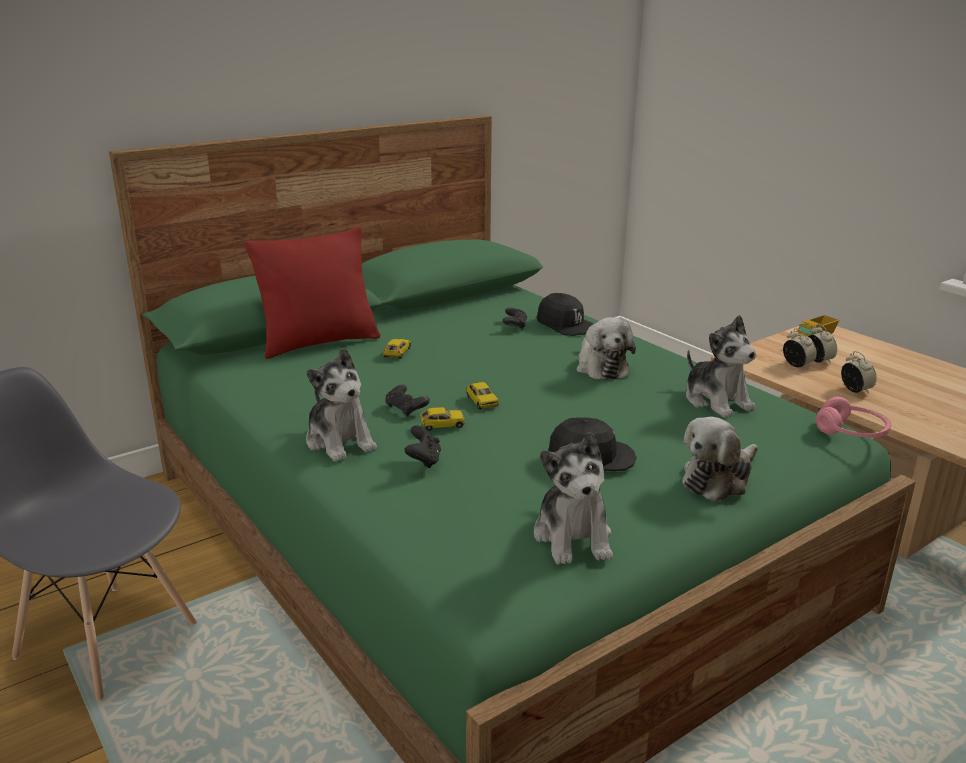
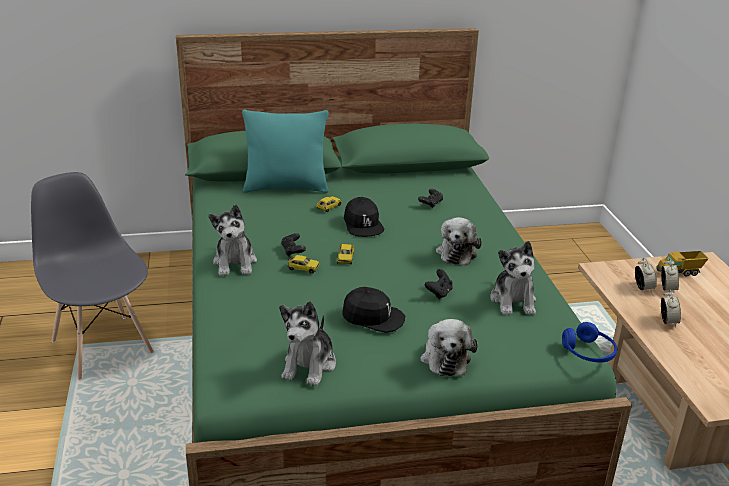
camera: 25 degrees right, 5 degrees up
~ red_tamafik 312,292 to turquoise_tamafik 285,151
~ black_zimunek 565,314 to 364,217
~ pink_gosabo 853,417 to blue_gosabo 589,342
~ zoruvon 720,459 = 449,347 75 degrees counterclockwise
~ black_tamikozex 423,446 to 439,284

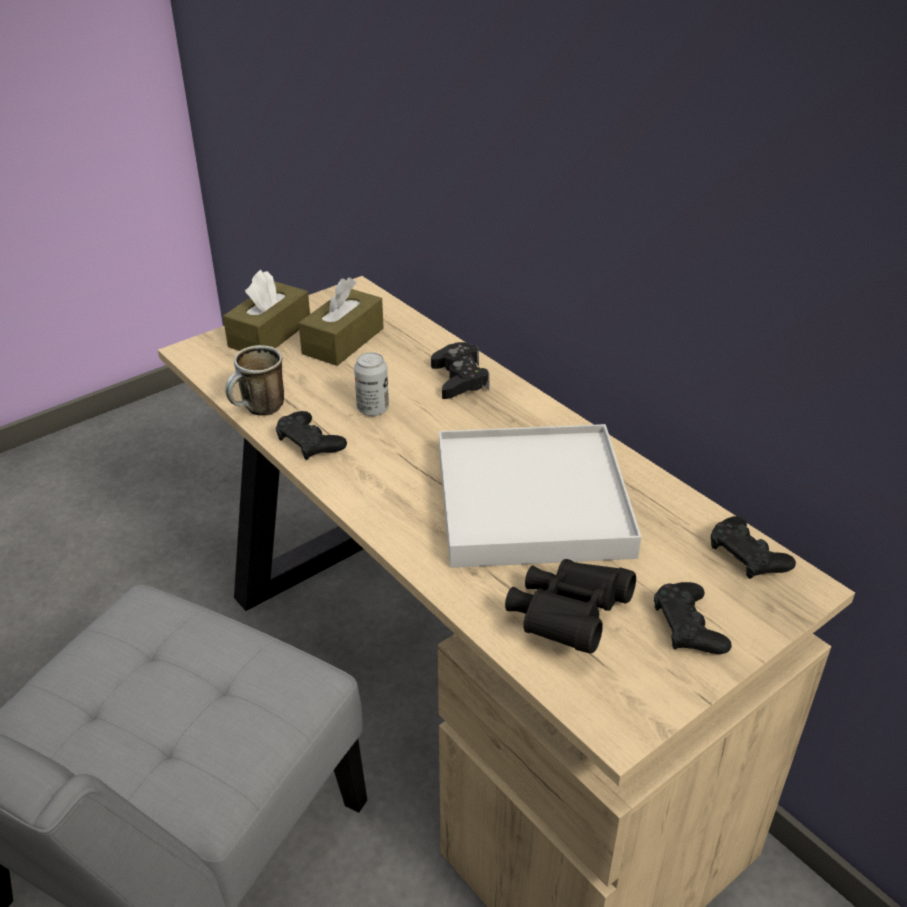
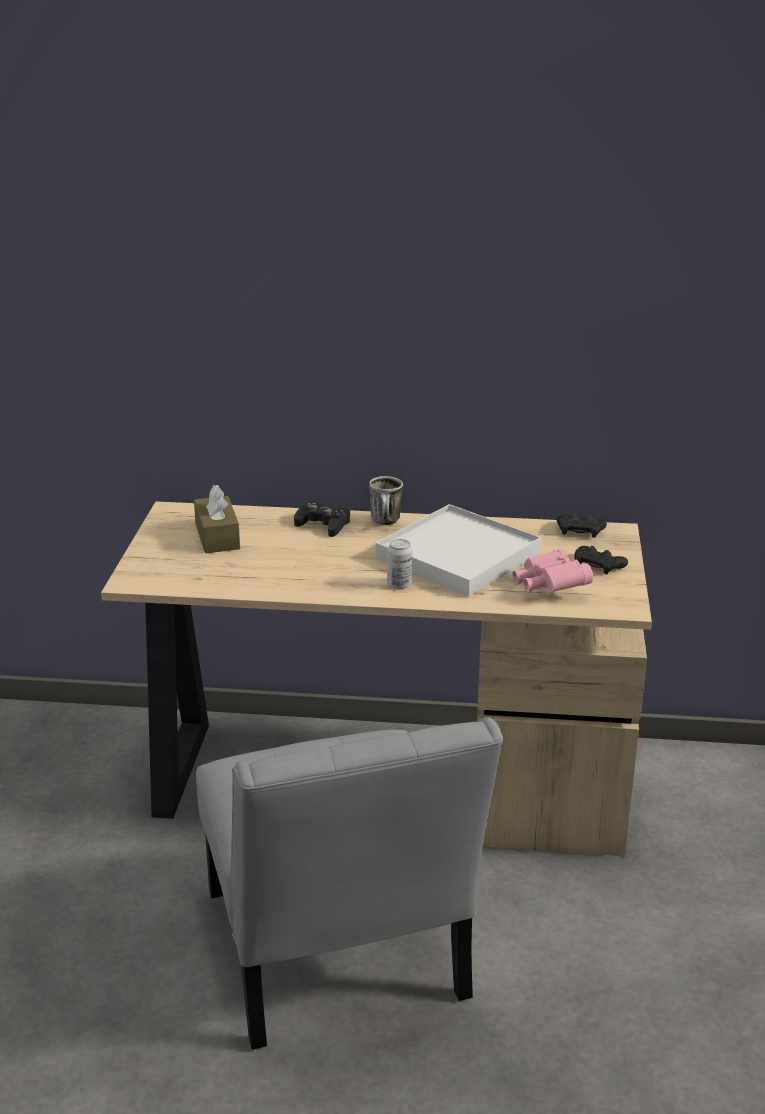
camera: 45 degrees left, 10 degrees down
- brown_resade 266,310
~ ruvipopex 254,380 to 386,500
~ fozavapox 371,384 to 400,564
- black_tamikozex 311,435
~ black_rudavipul 570,606 to pink_rudavipul 552,571

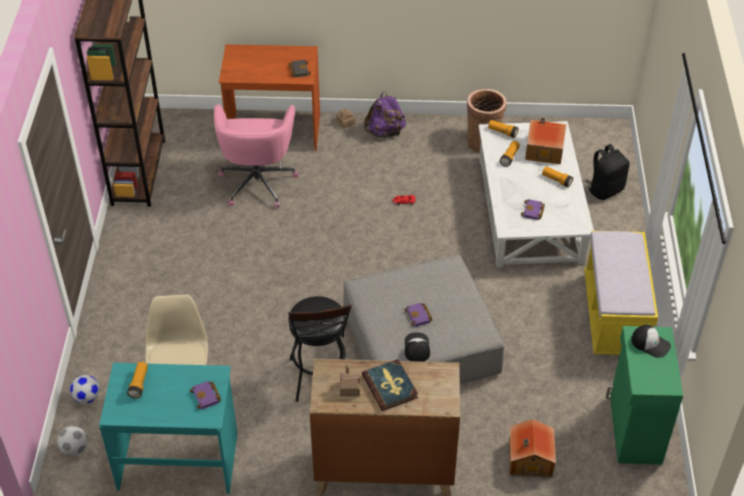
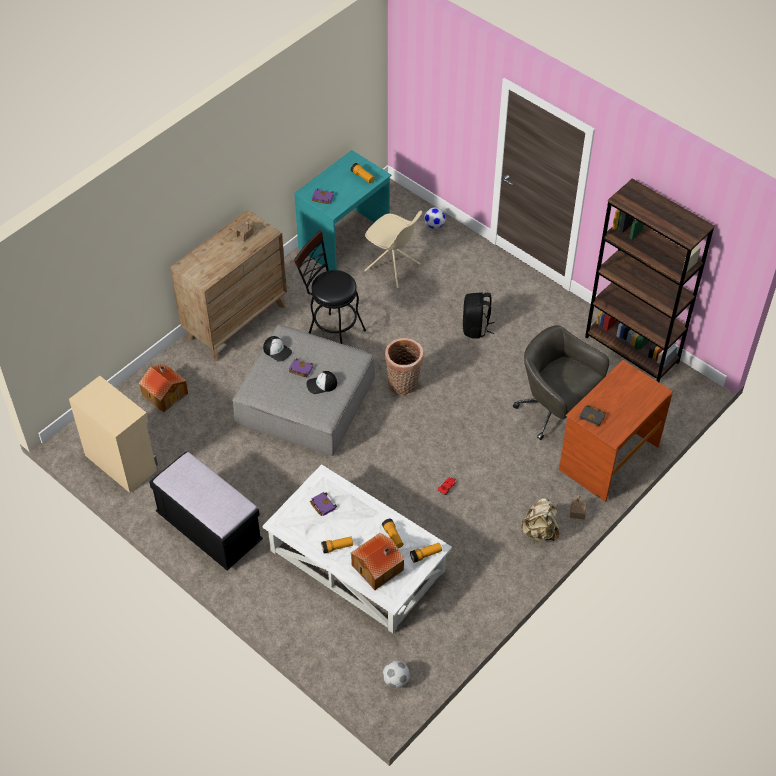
camera: 130 degrees right, 5 degrees up
~ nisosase 487,121 to 404,366
~ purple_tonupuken 385,114 to beige_tonupuken 540,519
~ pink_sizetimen 256,156 to grey_sizetimen 561,382
~ black_tonupuken 608,172 to 479,315
~ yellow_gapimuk 621,293 to black_gapimuk 206,511
~ zimunek 651,341 to 321,382
~ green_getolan 644,395 to beige_getolan 113,434
- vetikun 390,385
~ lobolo 72,441 to 396,674

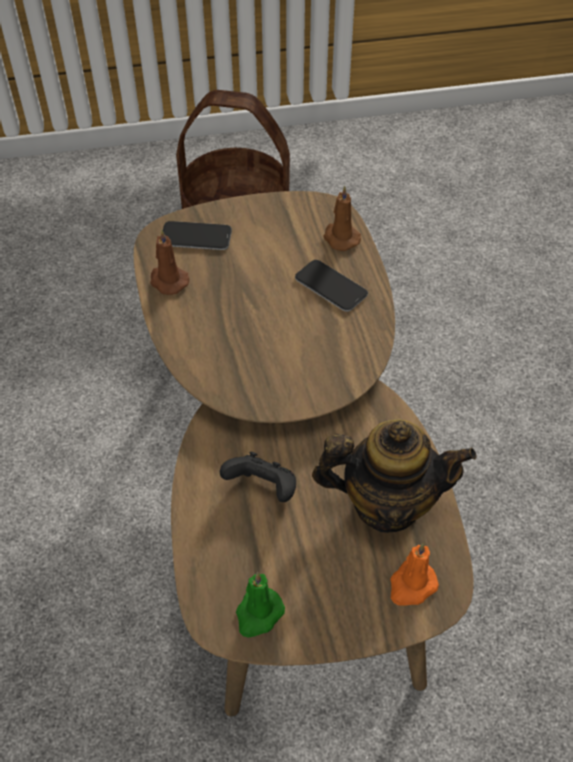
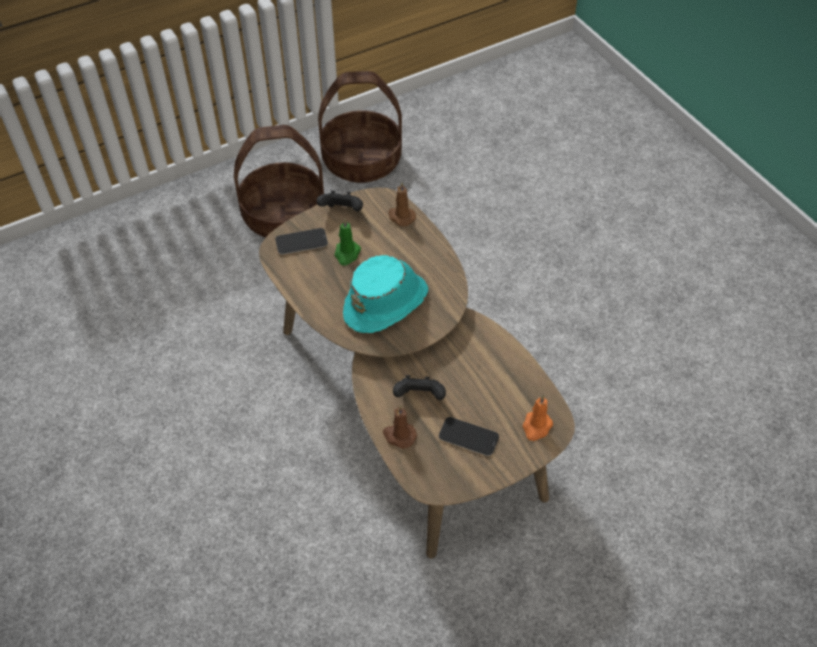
camera: 20 degrees left, 0 degrees up
~ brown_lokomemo 169,262 to 400,427
~ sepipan 331,286 to 469,436
- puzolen 394,476
~ green_lokomemo 260,605 to 348,241
+ nisosase 360,127
+ black_tamikozex 340,201
+ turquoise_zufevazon 386,294

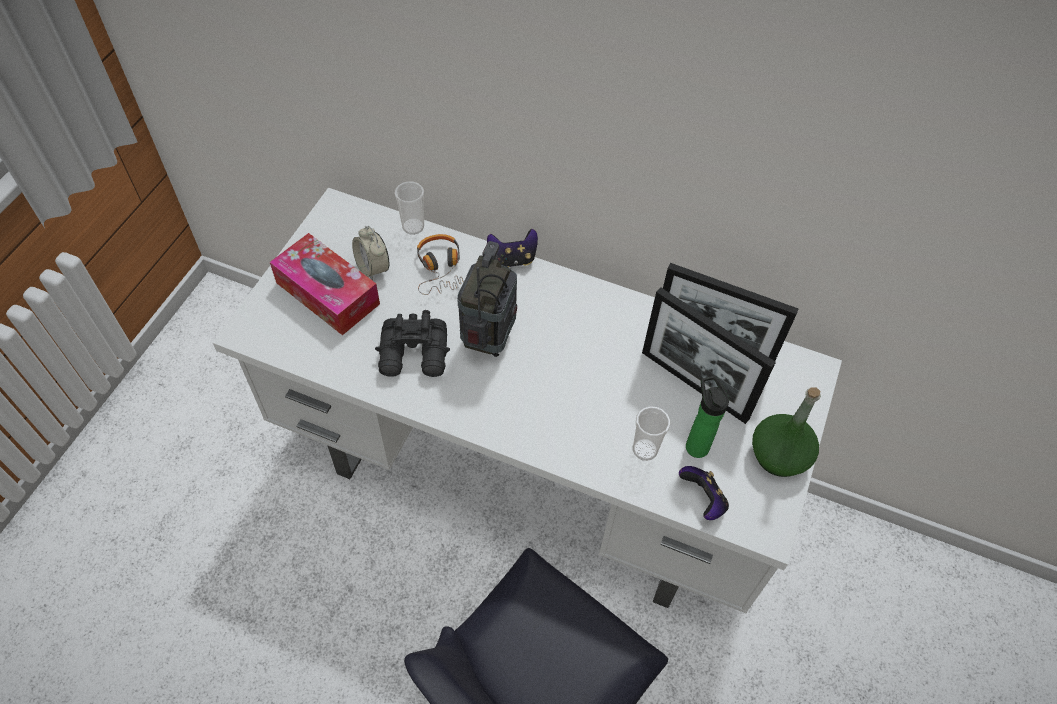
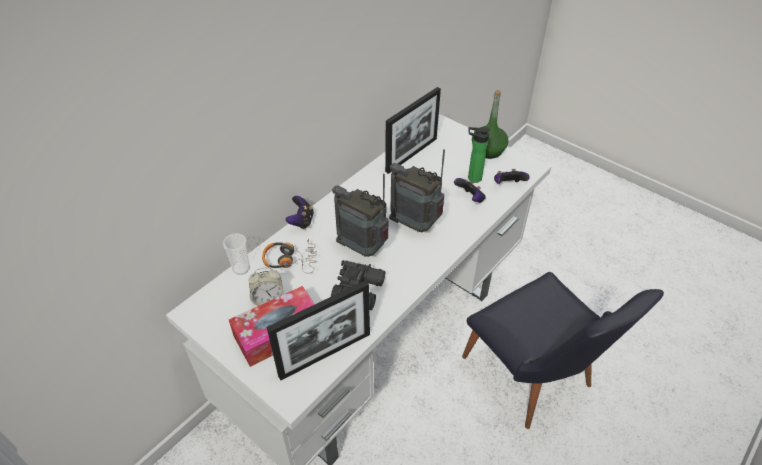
camera: 70 degrees left, 10 degrees down
~ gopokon 709,356 to 318,330
~ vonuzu 651,433 to tamikozex 470,190
+ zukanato 417,191

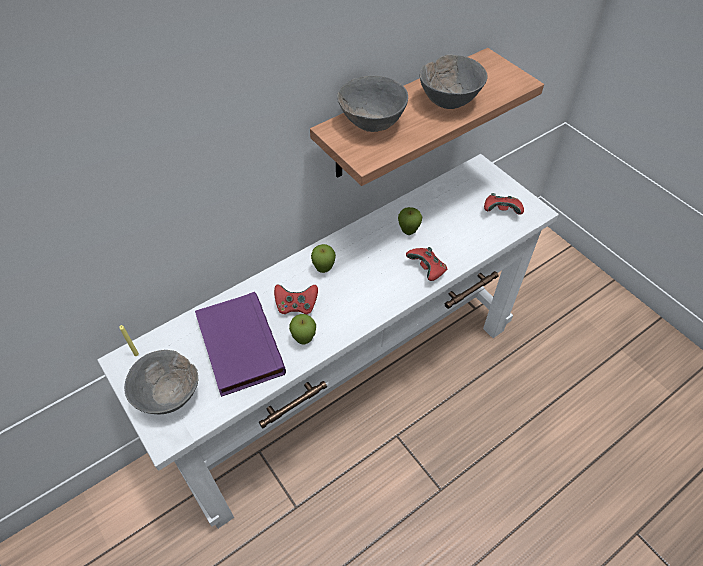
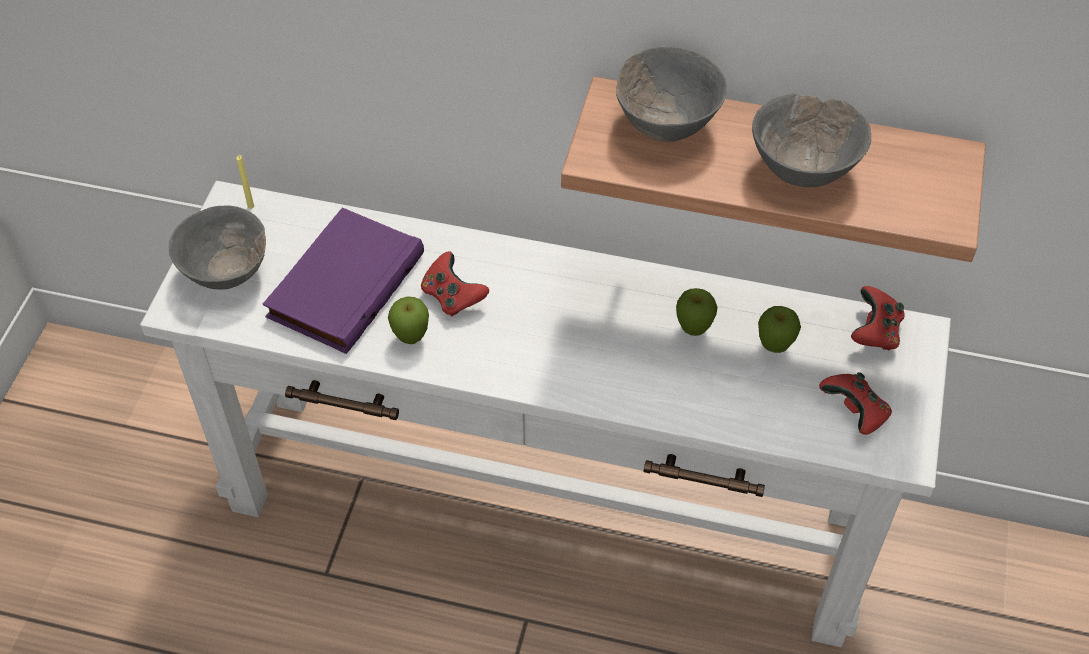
camera: 50 degrees right, 0 degrees up
~ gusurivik 323,258 to 779,329
~ red_tamikozex 426,264 to 877,318

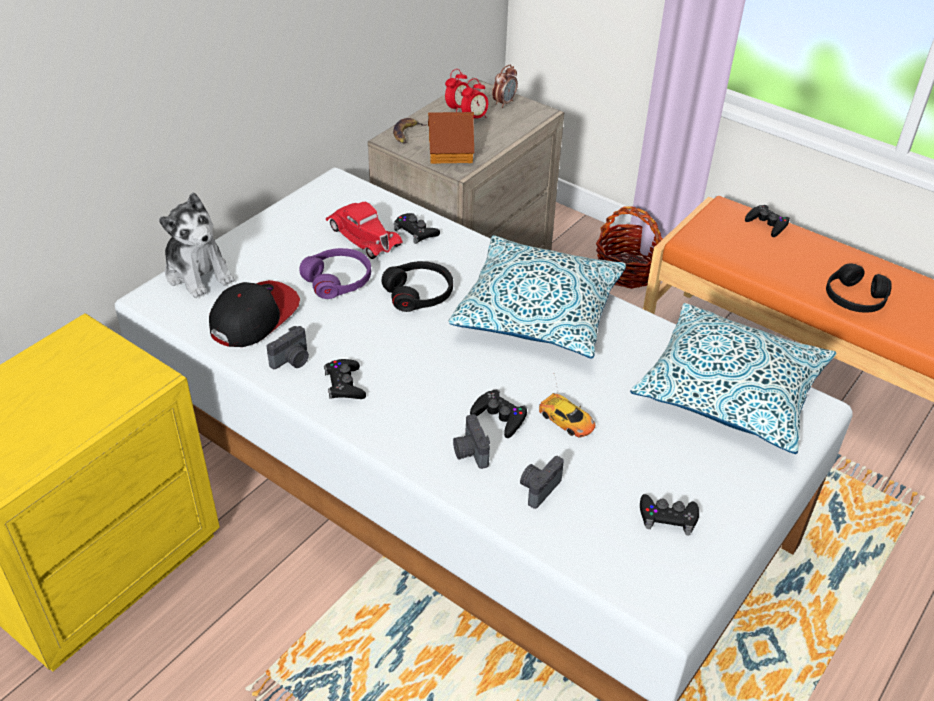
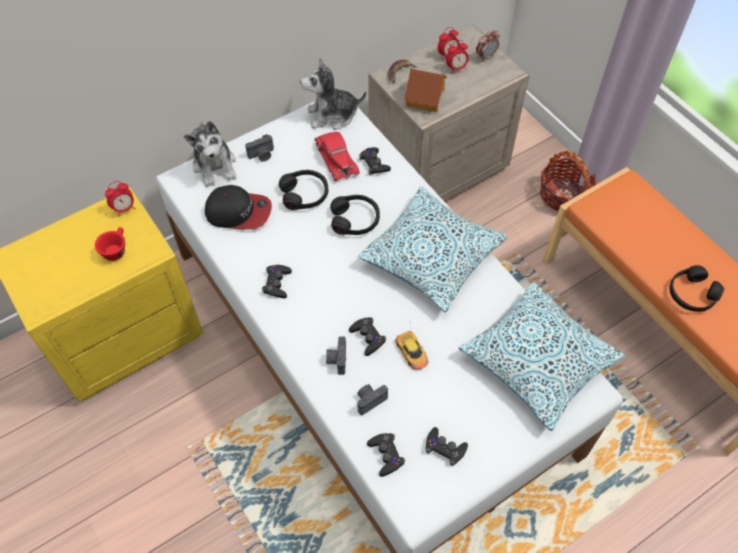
camera: 20 degrees right, 15 degrees up
~ black_tamikozex 767,221 to 386,455
~ purple_gosabo 335,273 to black_gosabo 303,190
~ zimunek 254,313 = 238,207 45 degrees clockwise
~ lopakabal 288,347 to 259,148
+ zoruvon 333,94
+ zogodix 120,199
+ red_vonuzu 110,244

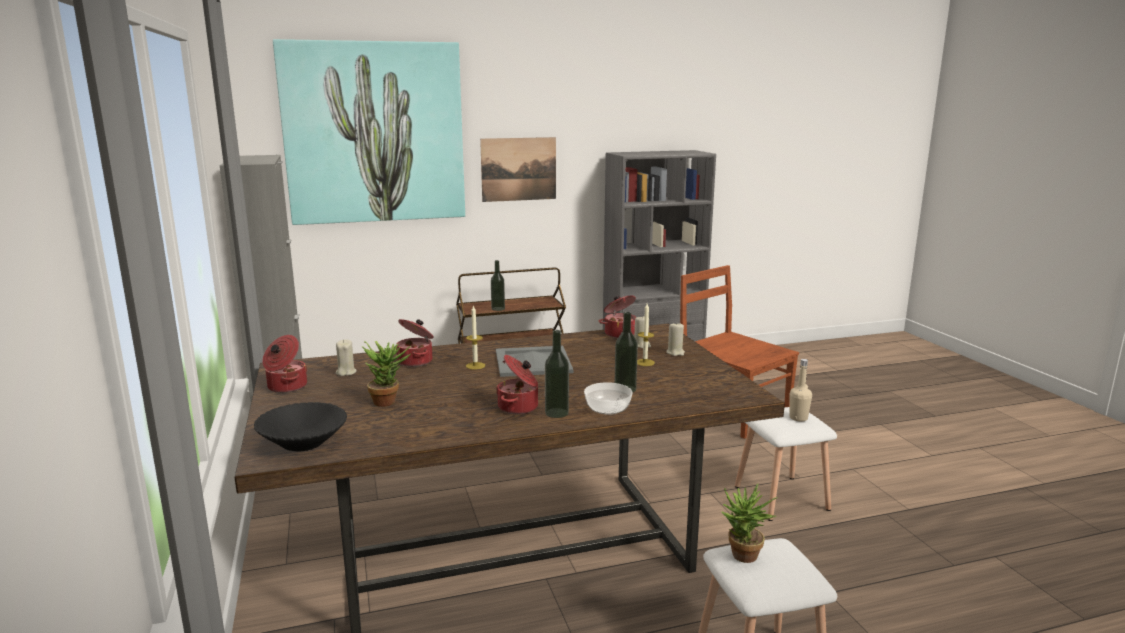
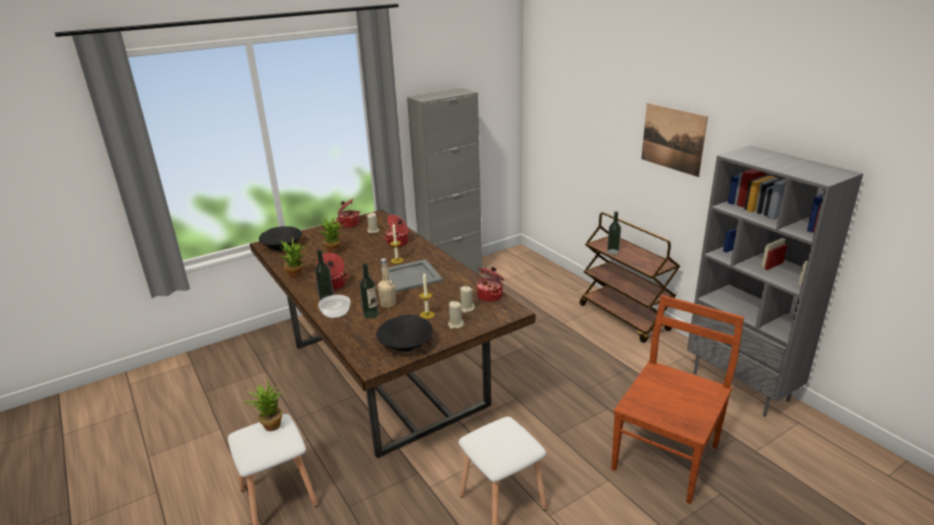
camera: 75 degrees right, 10 degrees up
- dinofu 369,132
~ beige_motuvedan 800,390 to 386,283
+ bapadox 294,257
+ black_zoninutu 404,333

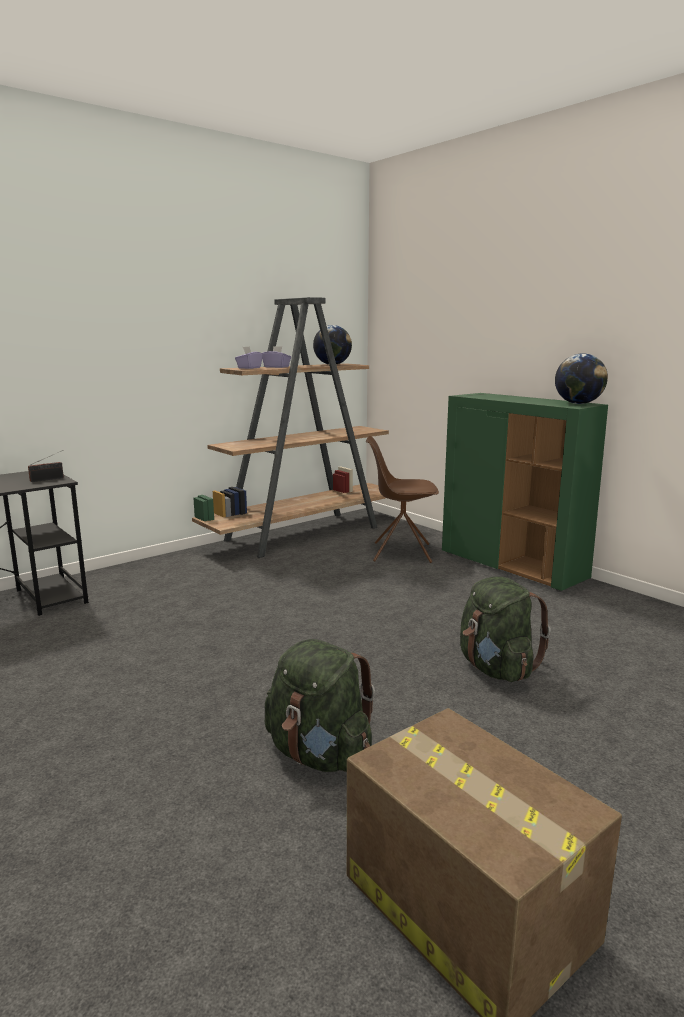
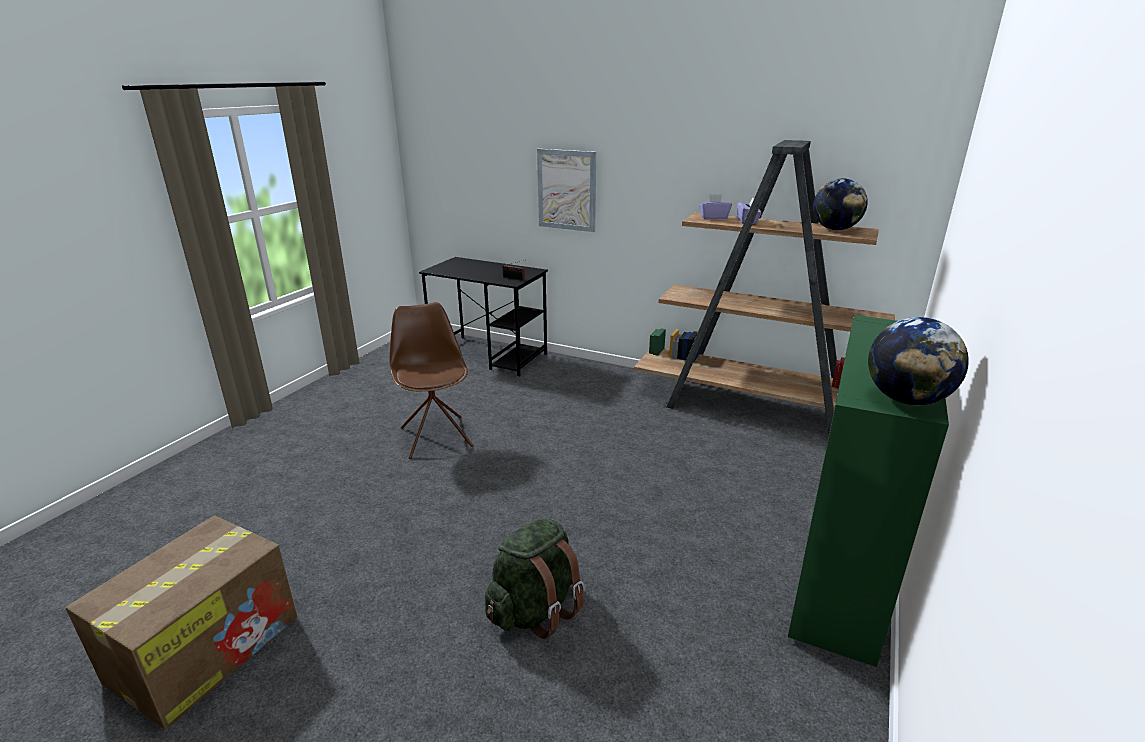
camera: 65 degrees right, 10 degrees up
~ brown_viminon 402,499 to 432,380
- green_tonupuken 320,705
+ dinofu 566,190

